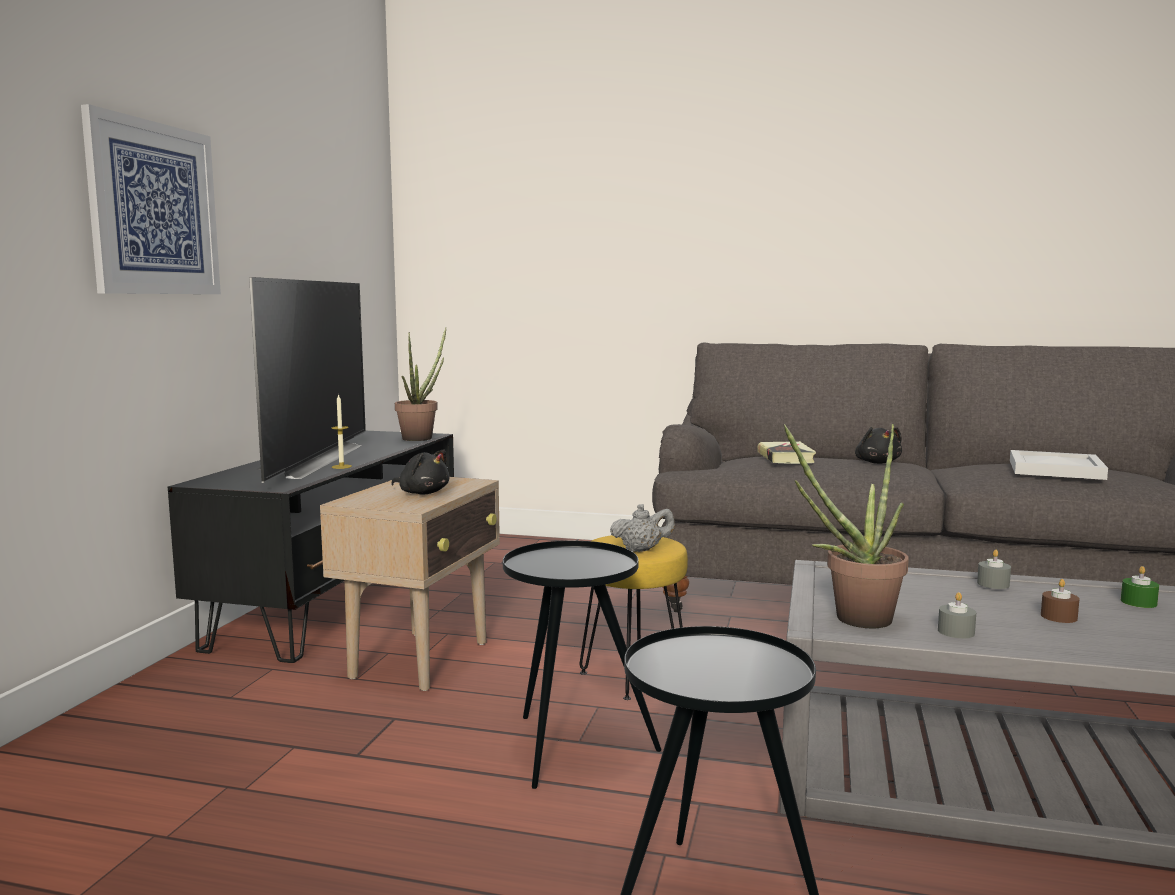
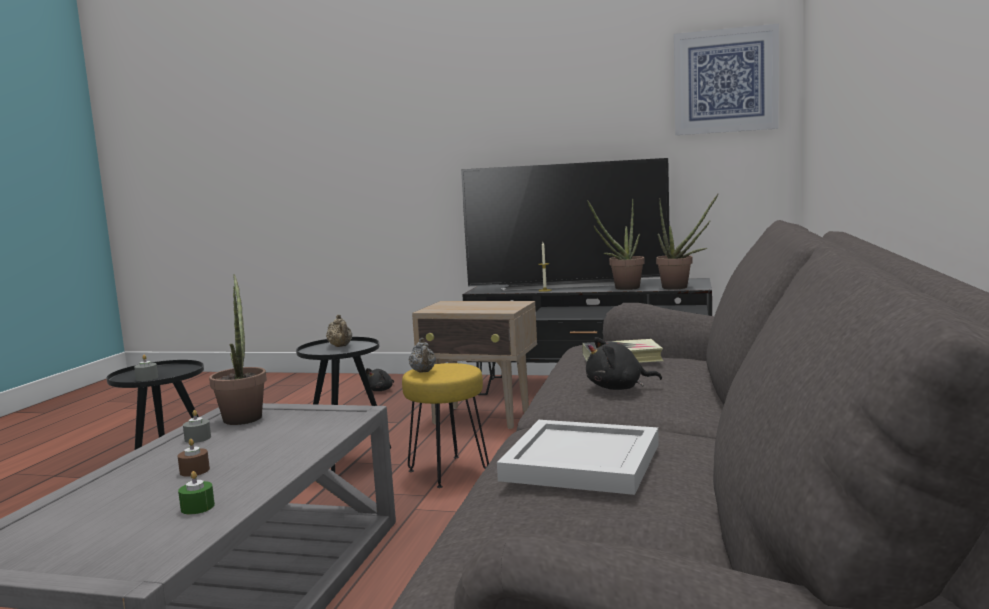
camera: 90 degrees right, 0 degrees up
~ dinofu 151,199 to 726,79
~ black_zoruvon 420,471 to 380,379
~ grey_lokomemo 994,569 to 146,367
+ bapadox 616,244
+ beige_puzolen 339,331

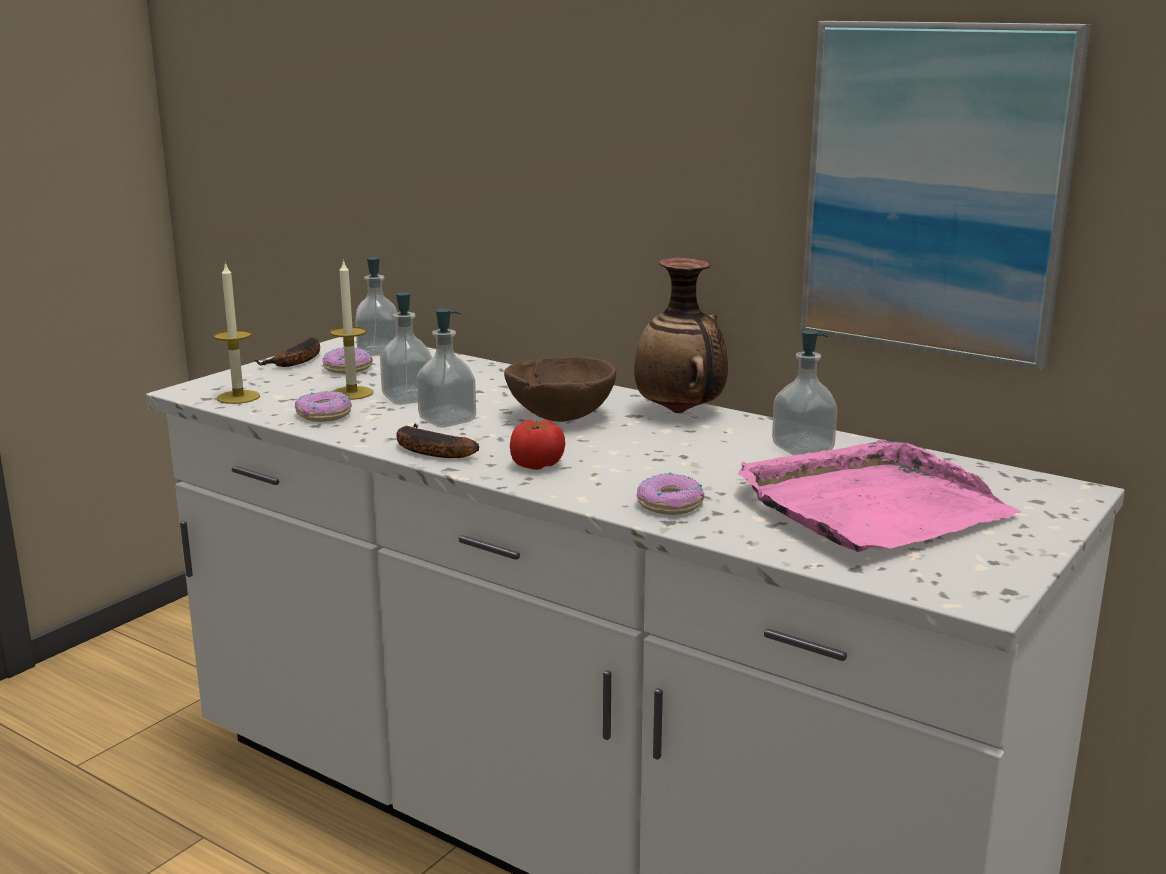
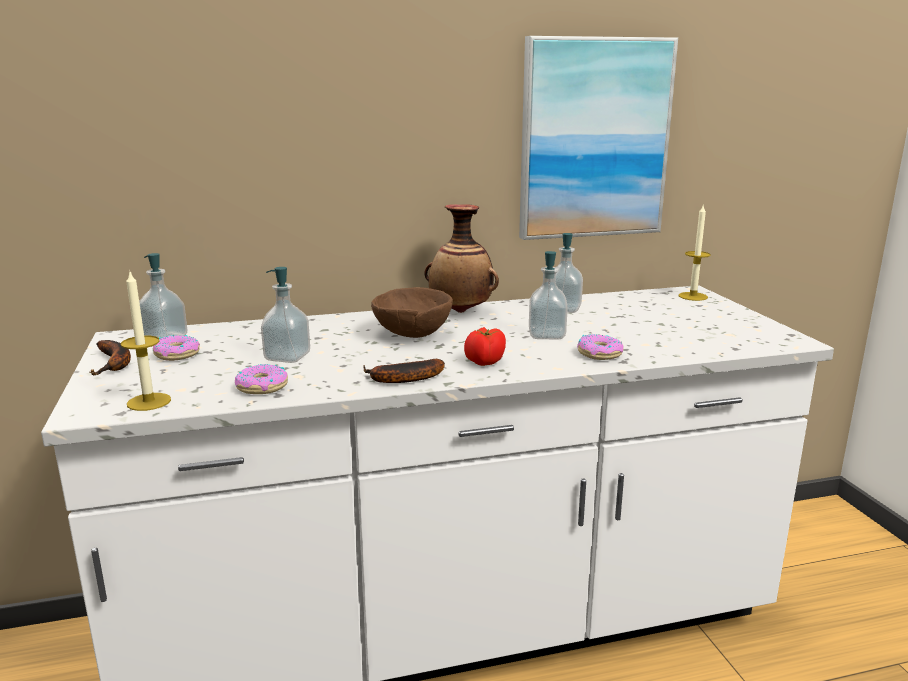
camera: 50 degrees left, 0 degrees up
~ lokomemo 351,329 to 694,253
~ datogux 446,368 to 548,295
- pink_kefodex 879,496

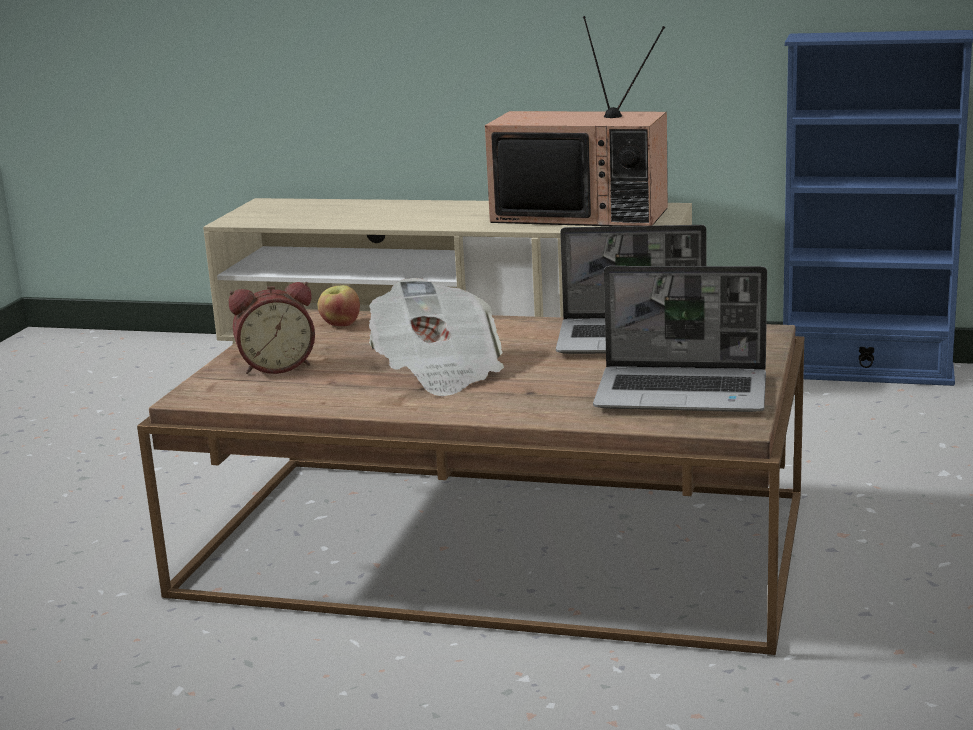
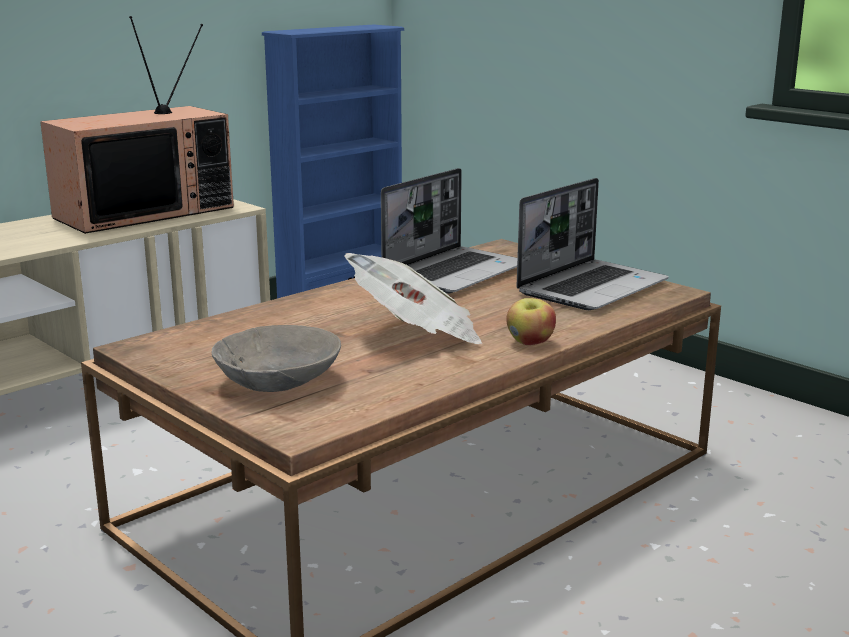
camera: 60 degrees left, 0 degrees up
~ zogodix 272,328 to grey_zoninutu 276,358
~ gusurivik 339,305 to 531,321

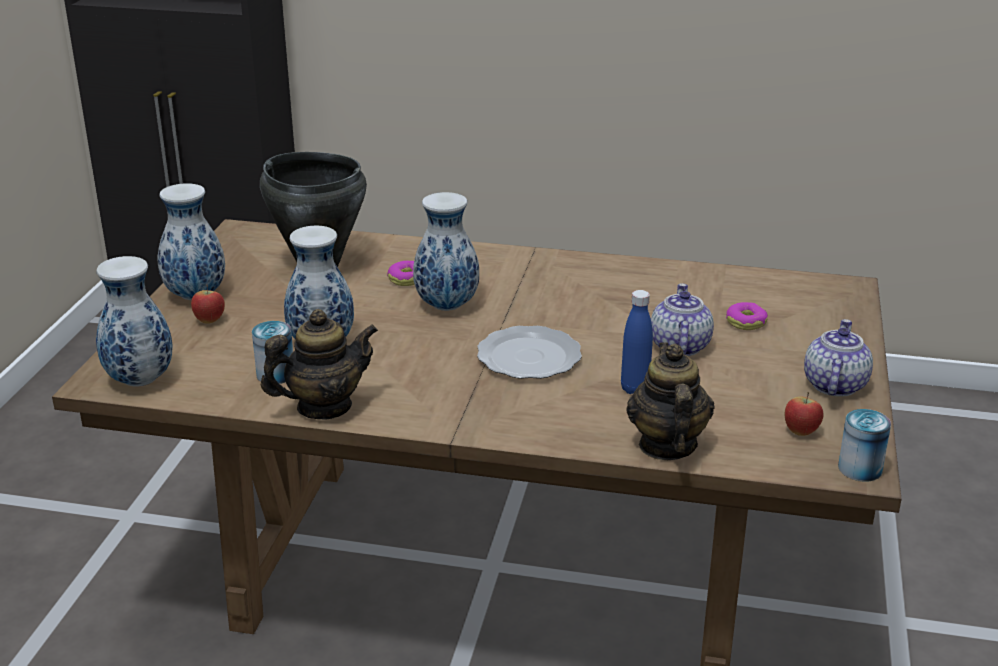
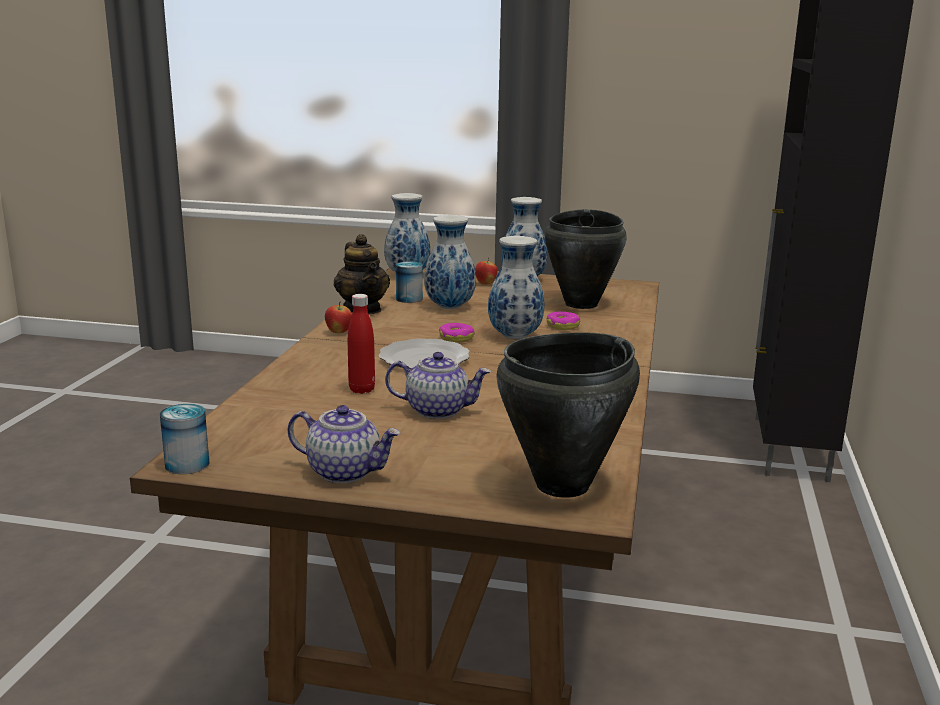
camera: 90 degrees right, 10 degrees down
~ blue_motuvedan 637,342 to red_motuvedan 361,344
~ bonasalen 747,316 to 457,333
- puzolen 670,401
~ gusurivik 803,414 to 338,317
+ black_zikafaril 568,415

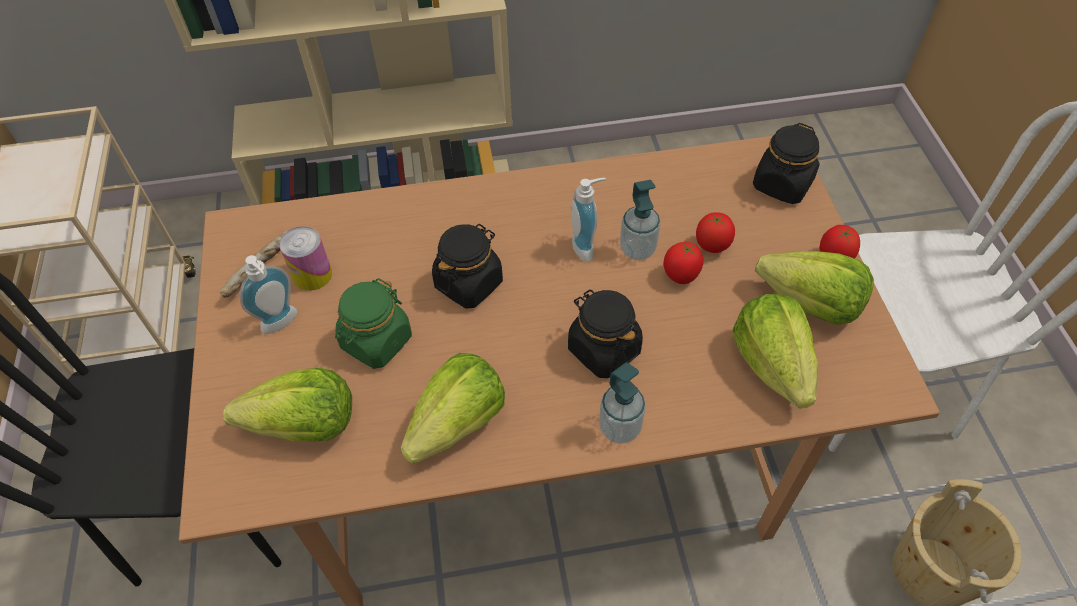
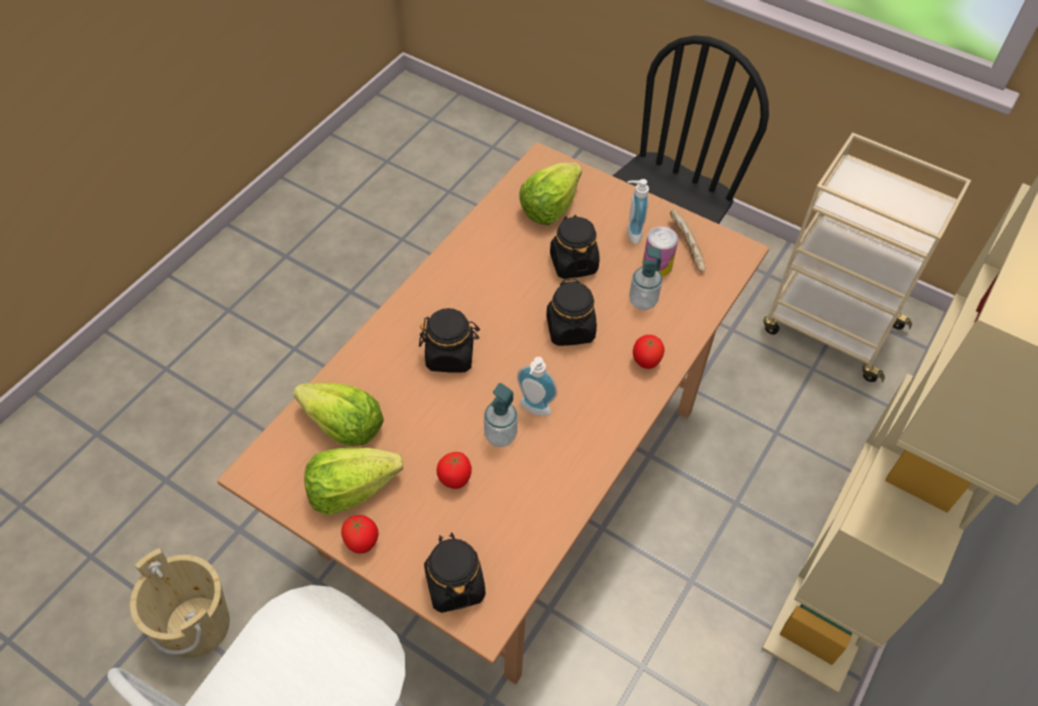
camera: 130 degrees right, 0 degrees up
~ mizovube 683,263 to 649,352
~ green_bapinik 373,323 to black_bapinik 575,247
- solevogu 452,408
~ datogux 622,403 to 646,278

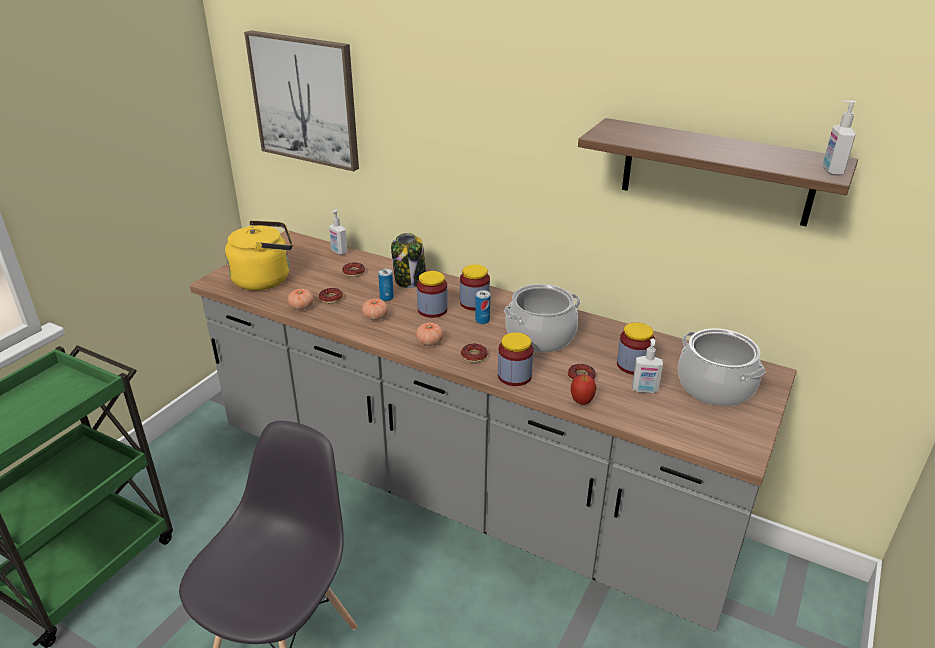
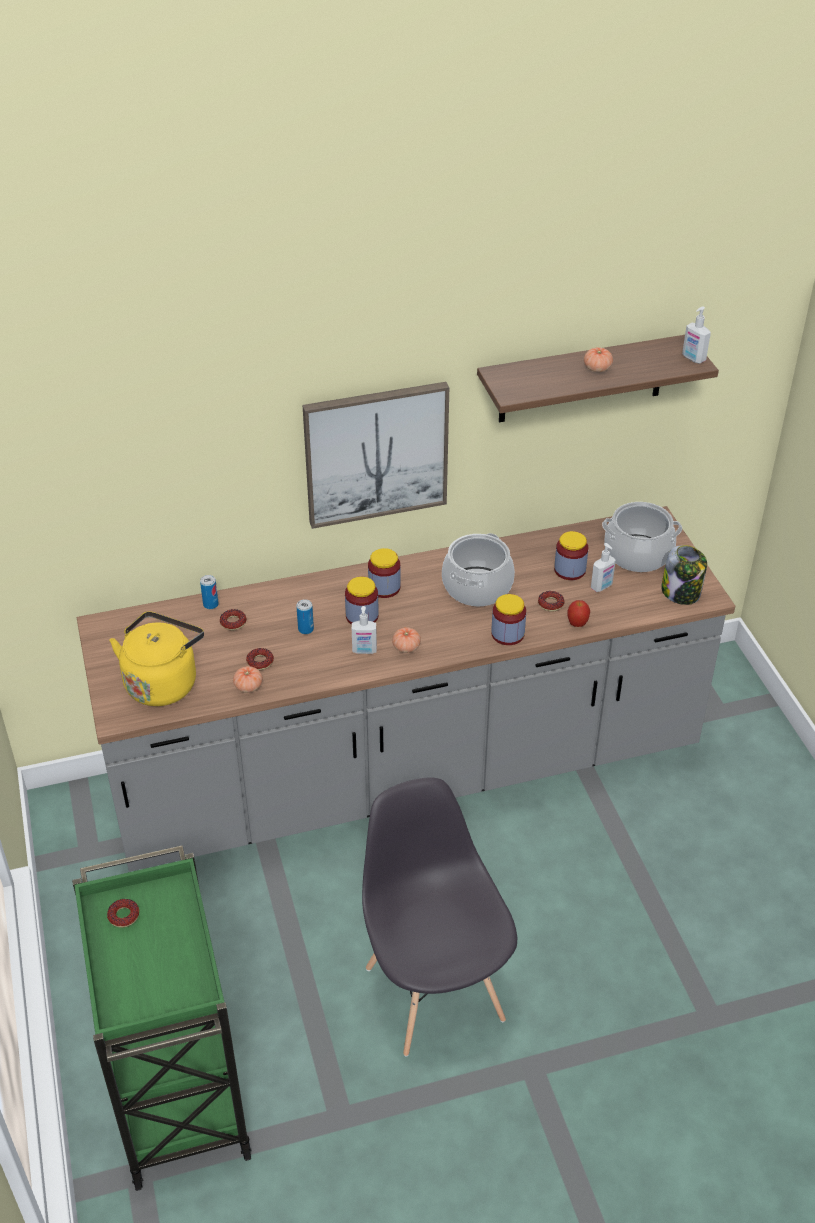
camera: 45 degrees left, 10 degrees up
~ dinofu 301,101 to 375,455
~ datogux 338,232 to 364,630
~ bapinik 408,260 to 684,575
~ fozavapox 482,307 to 209,592
~ mizovube 375,309 to 598,359
~ bonasalen 474,353 to 123,913

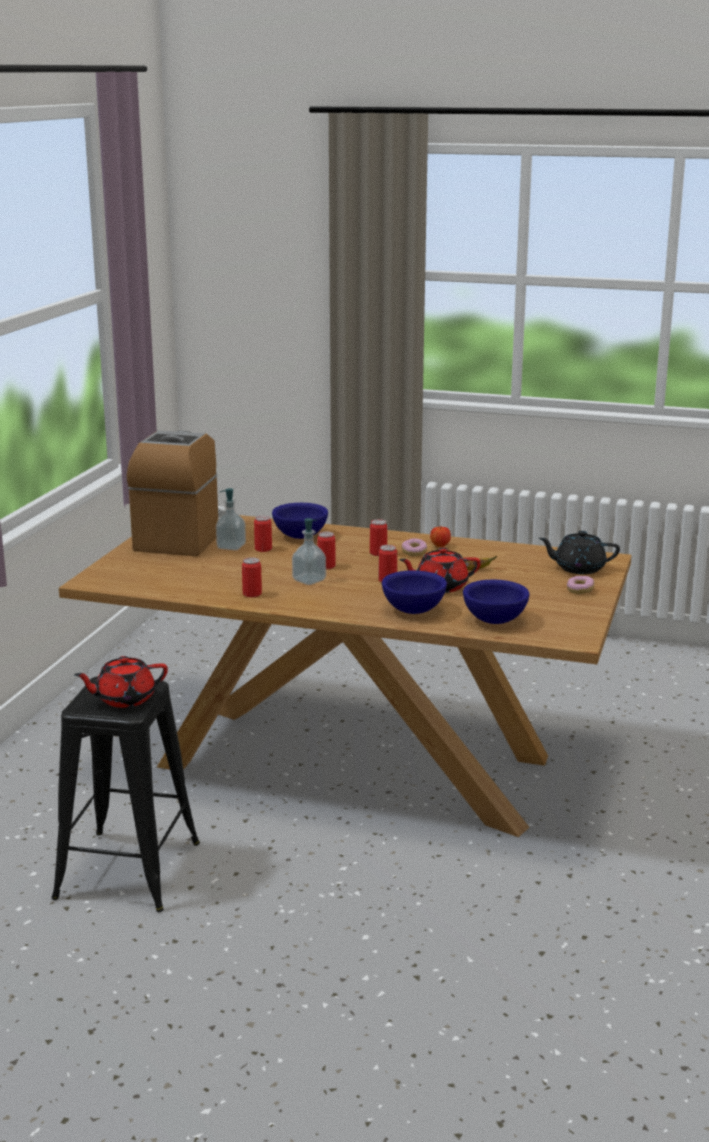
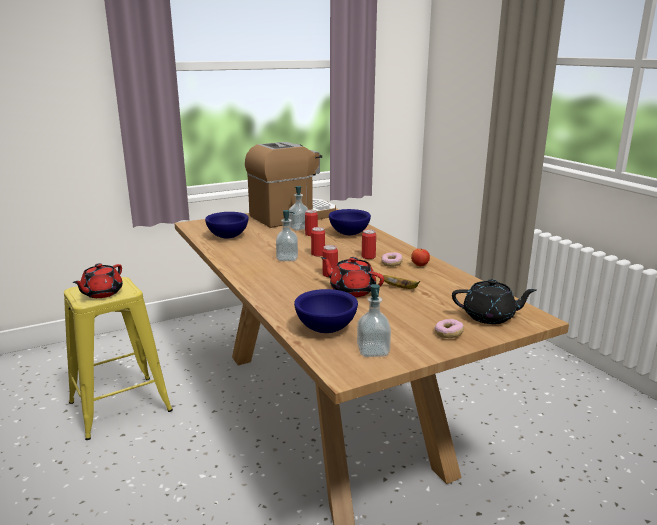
camera: 45 degrees right, 0 degrees up
~ black_puzolen 579,552 = 494,301 135 degrees clockwise
- fozavapox 252,577
~ blue_zoninutu 414,592 to 227,225
~ red_puzolen 121,682 = 98,280 90 degrees counterclockwise
~ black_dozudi 125,794 to yellow_dozudi 118,358
+ datogux 374,320

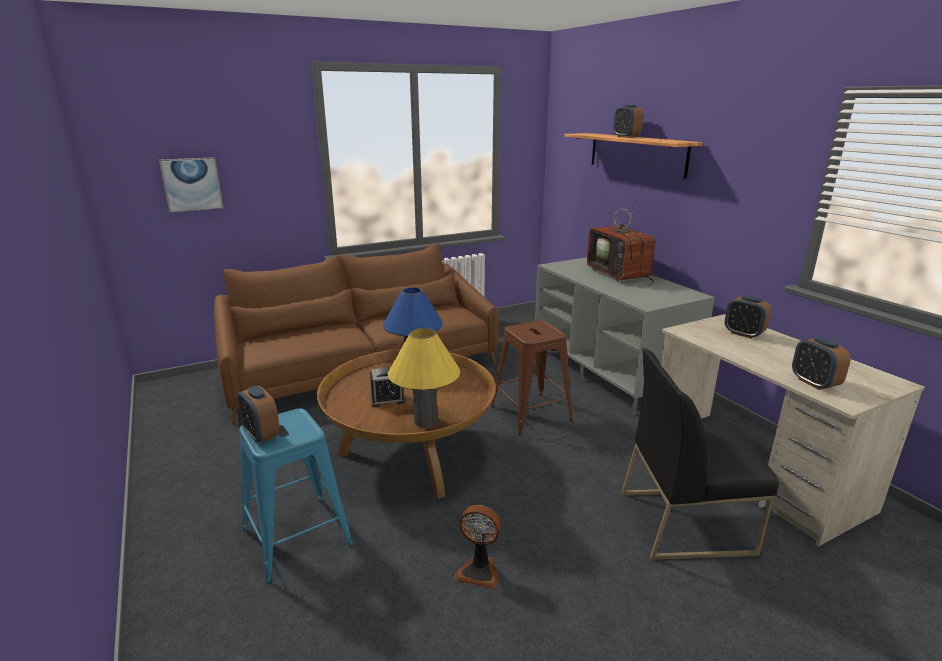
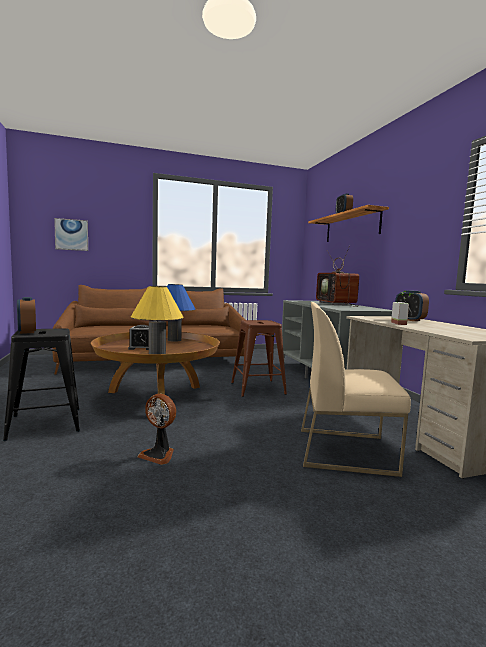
camera: 10 degrees right, 15 degrees down
- zogodix 821,363
~ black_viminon 700,454 to beige_viminon 356,389
~ blue_dozudi 296,495 to black_dozudi 41,384
+ bapadox 402,308

